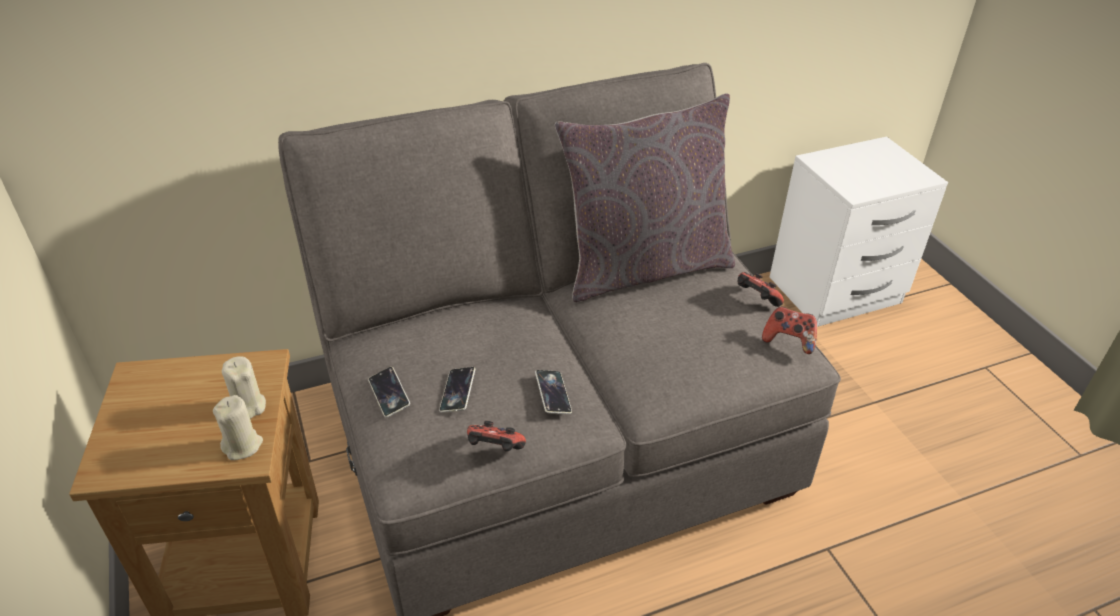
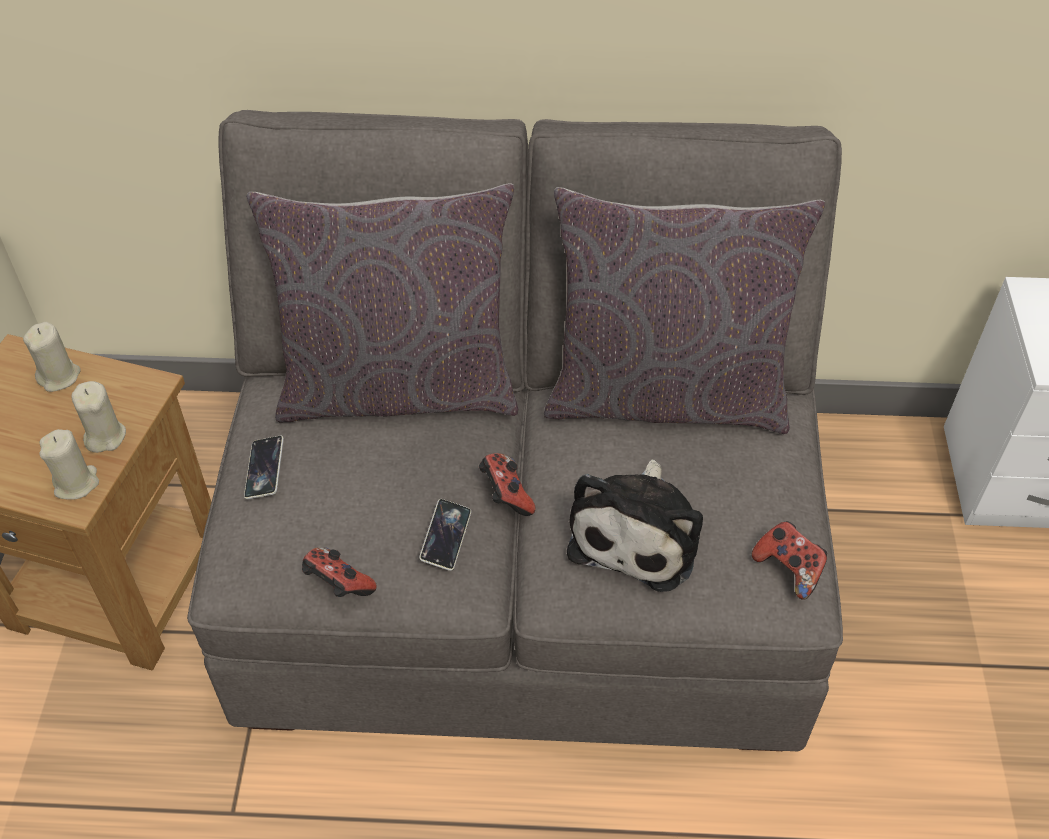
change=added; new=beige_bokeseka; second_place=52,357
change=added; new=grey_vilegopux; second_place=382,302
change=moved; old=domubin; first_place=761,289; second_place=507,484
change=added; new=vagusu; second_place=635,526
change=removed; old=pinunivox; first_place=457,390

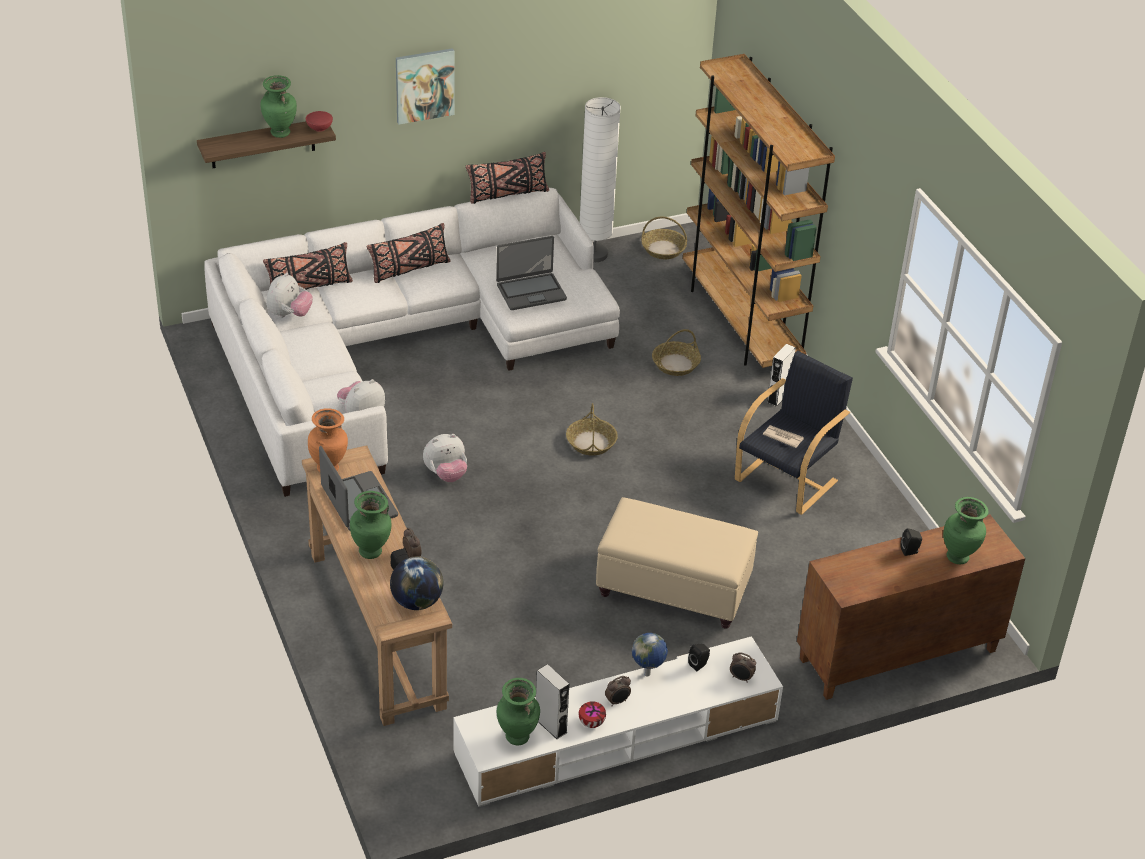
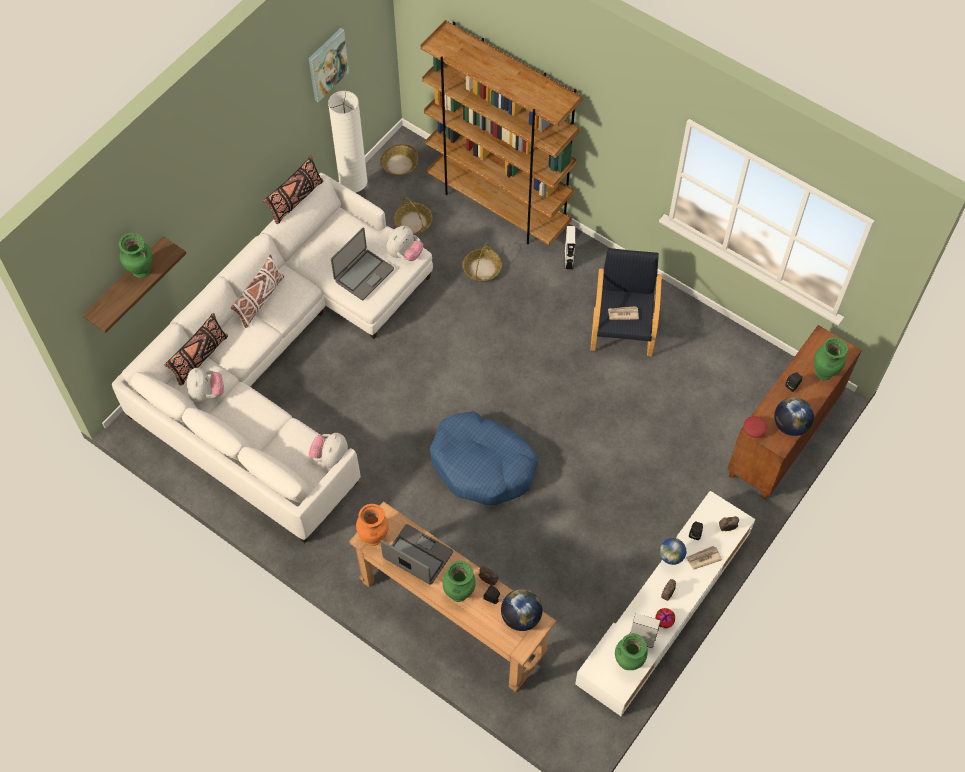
change=recoloured; old=black_vilegopux; new=white_vilegopux; first_place=408,253; second_place=257,291
change=moved; old=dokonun; first_place=425,86; second_place=329,65
change=moved; old=vagusu; first_place=445,458; second_place=404,243
change=moved; old=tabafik; first_place=592,429; second_place=413,216
change=added; new=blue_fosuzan; second_place=483,458
change=added; new=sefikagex; second_place=704,558
change=moved; old=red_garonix; first_place=319,121; second_place=755,427
change=added; new=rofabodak; second_place=794,416
change=removed; old=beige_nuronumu; first_place=677,563

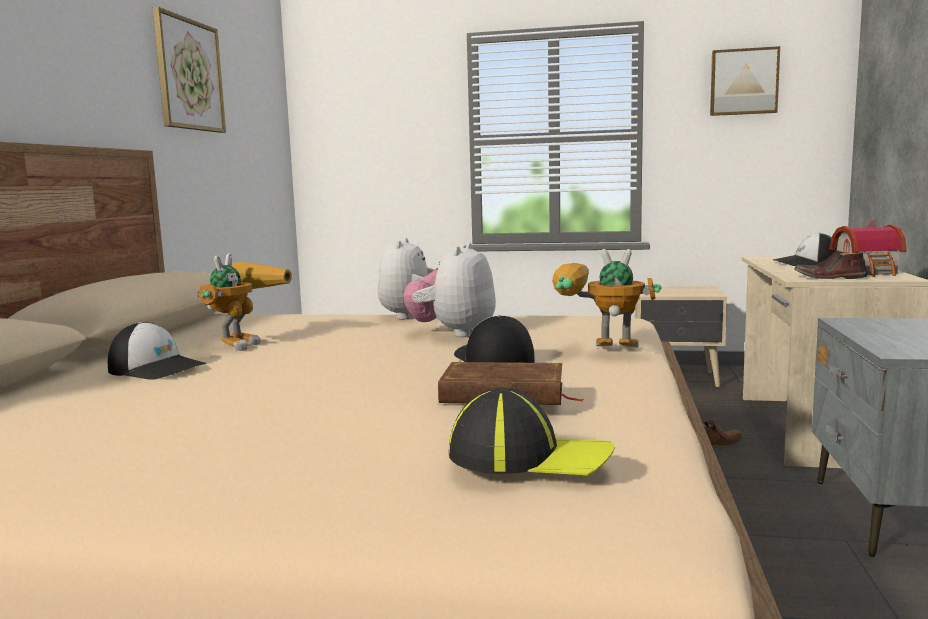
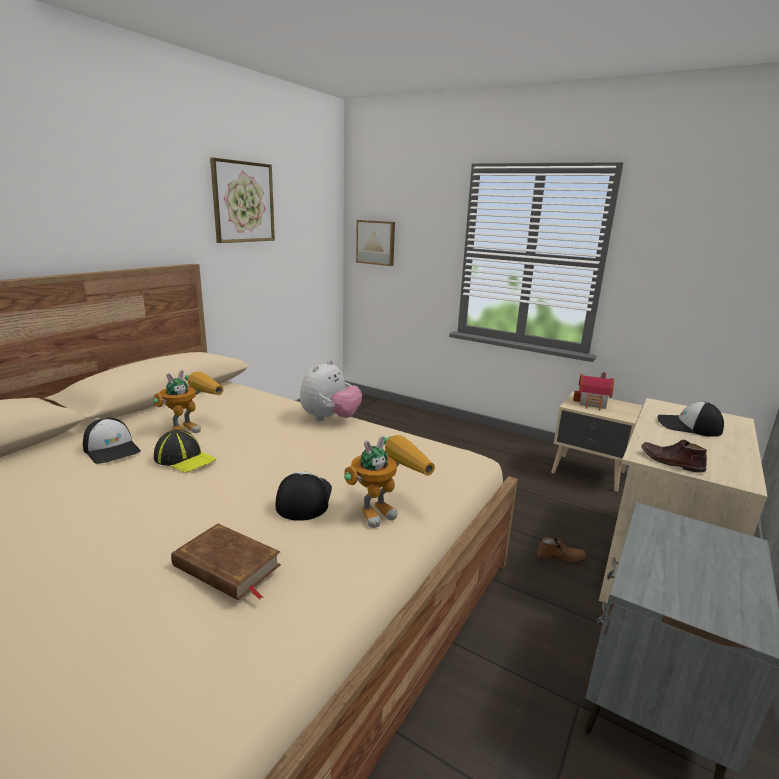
change=moved; old=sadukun; first_place=532,431; second_place=185,451
change=turned; old=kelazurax; first_place=607,298; second_place=389,481; degrees=105
change=moved; old=dokonun; first_place=745,81; second_place=375,243
change=moved; old=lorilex; first_place=868,248; second_place=593,391
change=removed; old=vagusu; first_place=449,290

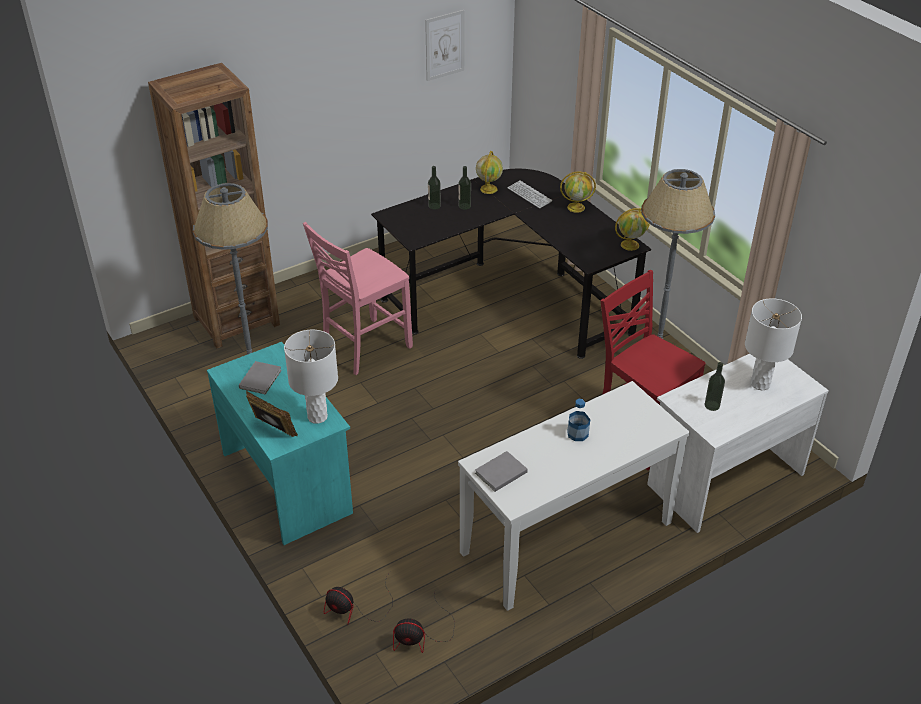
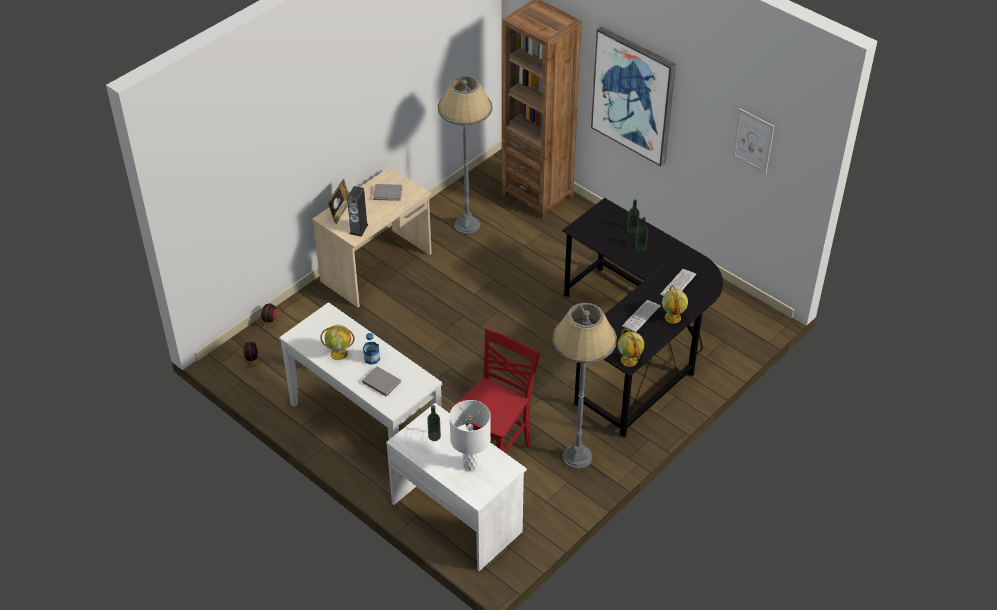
change=recoloured; old=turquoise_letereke; new=beige_letereke; first_place=280,443; second_place=372,237
change=moved; old=rofabodak; first_place=489,172; second_place=337,342
change=replaced; old=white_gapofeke; new=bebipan; first_place=311,377; second_place=357,211
change=moved; old=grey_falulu; first_place=501,471; second_place=381,381
change=added; new=dokonun; second_place=633,96
change=added; new=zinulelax; second_place=641,316
change=removed; old=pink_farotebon; first_place=358,298

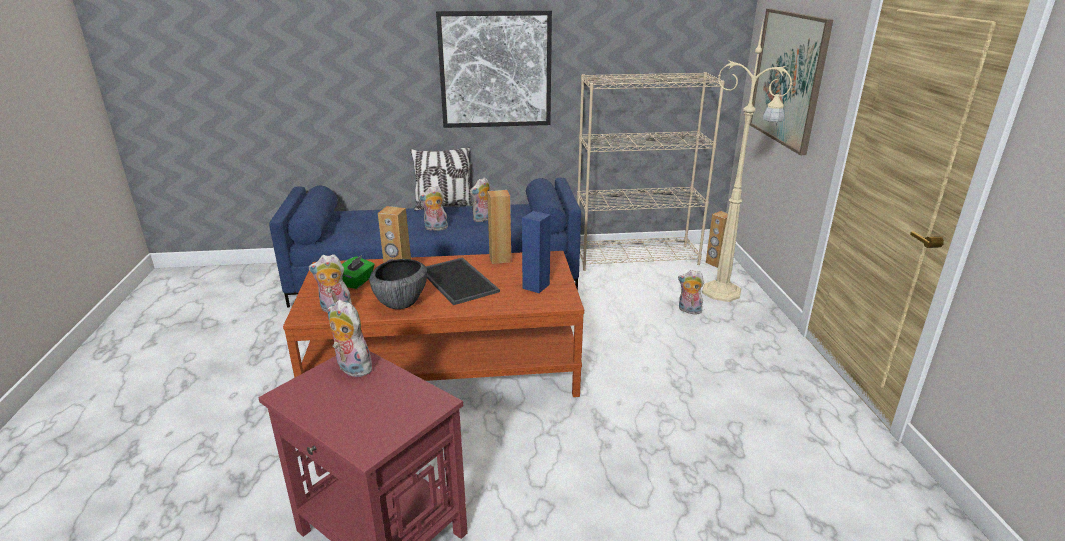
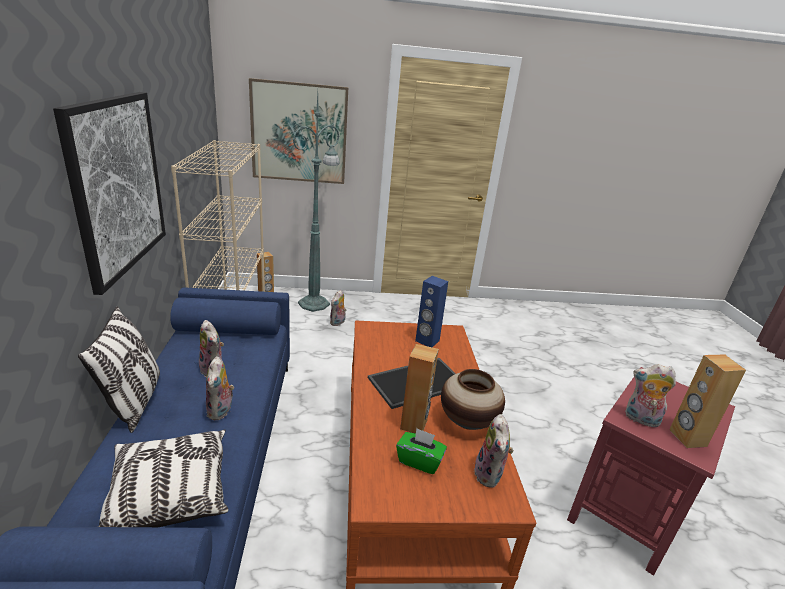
change=added; new=vilegopux; second_place=163,478
change=recoloured; old=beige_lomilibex; new=green_lomilibex; first_place=747,160; second_place=316,203
change=replaced; old=garonix; new=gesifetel; first_place=398,284; second_place=473,399
change=turned; old=vagusu; first_place=350,338; second_place=650,395; degrees=75
change=moved; old=brown_bebipan; first_place=499,227; second_place=707,401

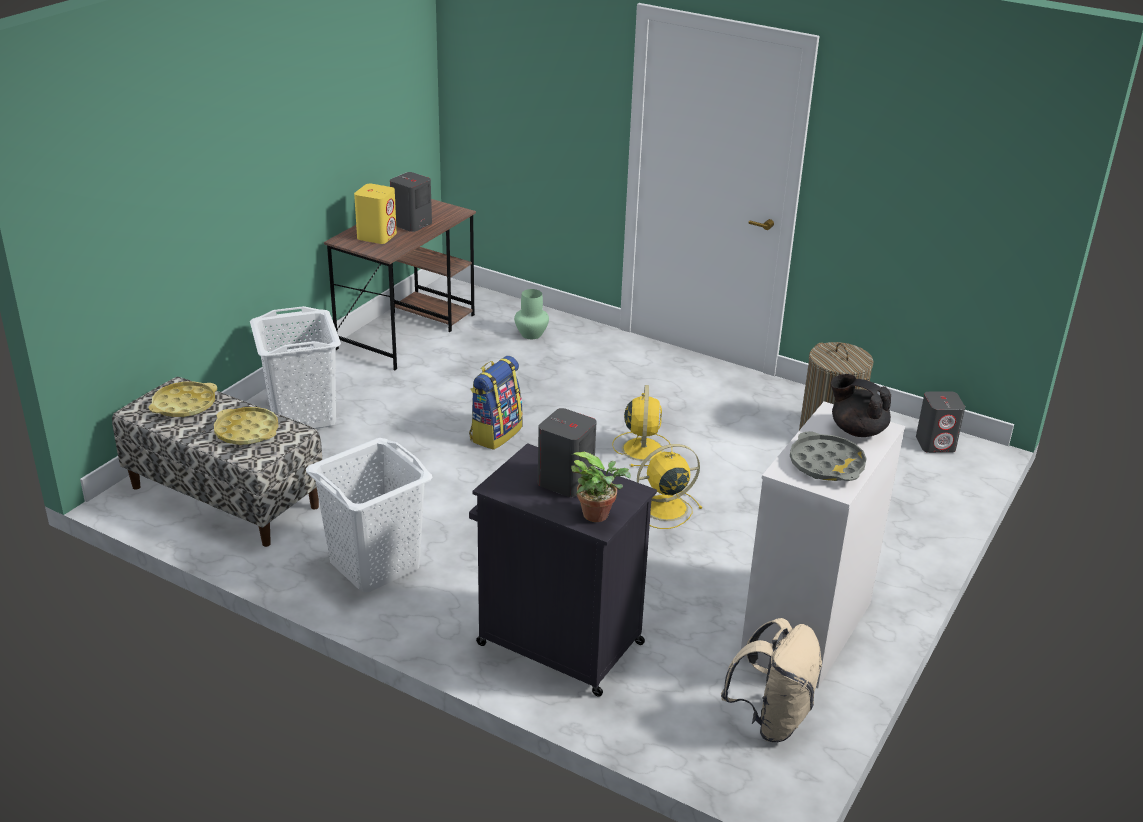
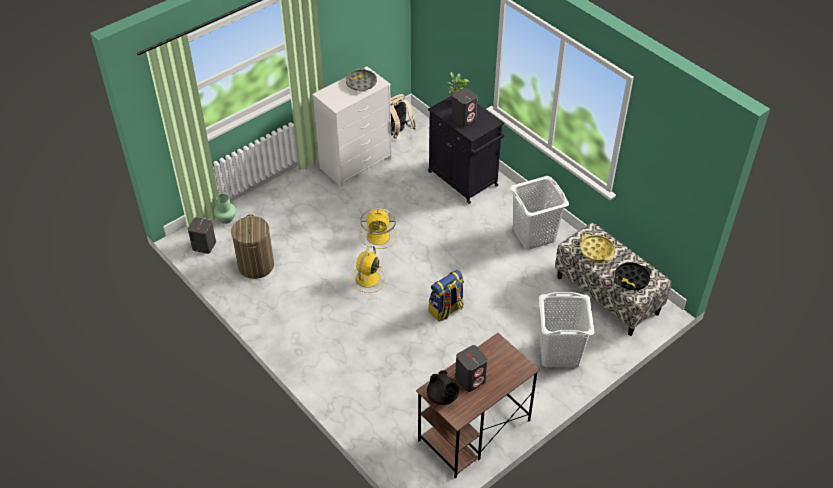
change=moved; old=green_gesifetel; first_place=531,314; second_place=225,209
change=moved; old=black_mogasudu; first_place=861,405; second_place=443,387
change=recoloured; old=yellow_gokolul; new=black_gokolul; first_place=183,399; second_place=632,276
change=removed; old=yellow_bebipan; first_place=375,214

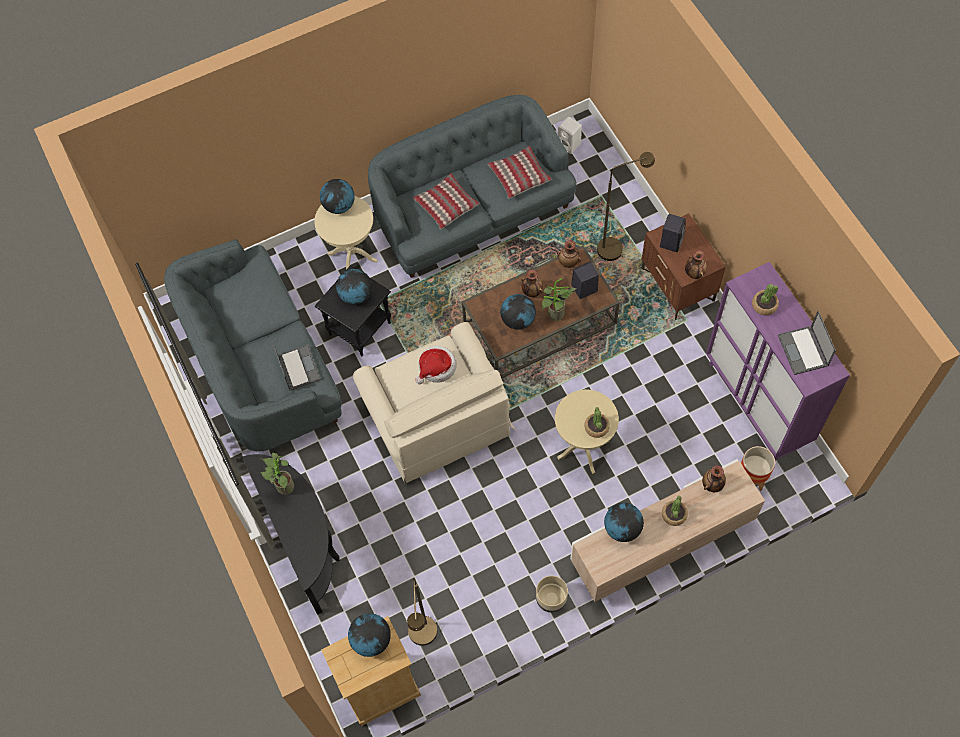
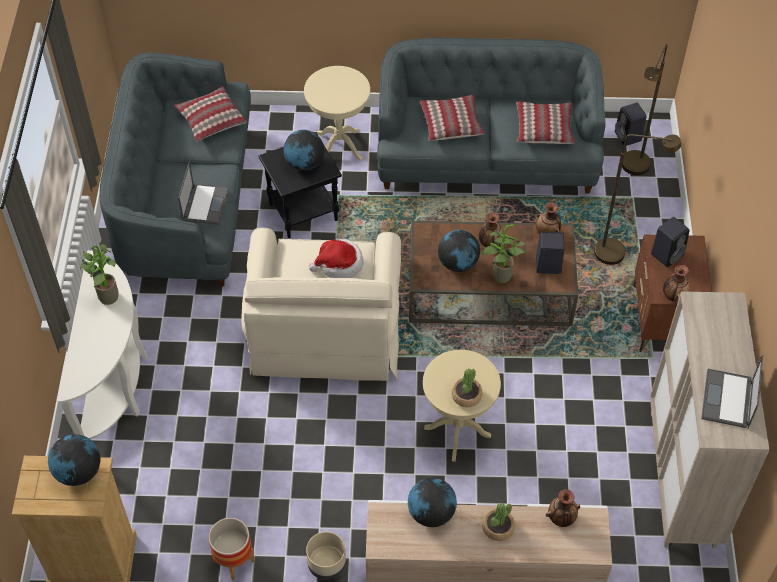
change=recoloured; old=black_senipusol; new=white_senipusol; first_place=291,534; second_place=103,344
change=added; new=vilegopux; second_place=211,114
change=moved; old=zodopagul; first_place=758,468; second_place=232,549
change=recoloured; old=white_bebipan; new=black_bebipan; first_place=569,135; second_place=631,124
change=moved; old=brown_lomilibex; first_place=422,612; second_place=645,109
change=recoloured; old=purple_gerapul; new=beige_gerapul; first_place=778,361; second_place=709,420
change=removed; old=rofabodak; first_place=337,196
change=removed; old=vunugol; first_place=765,299

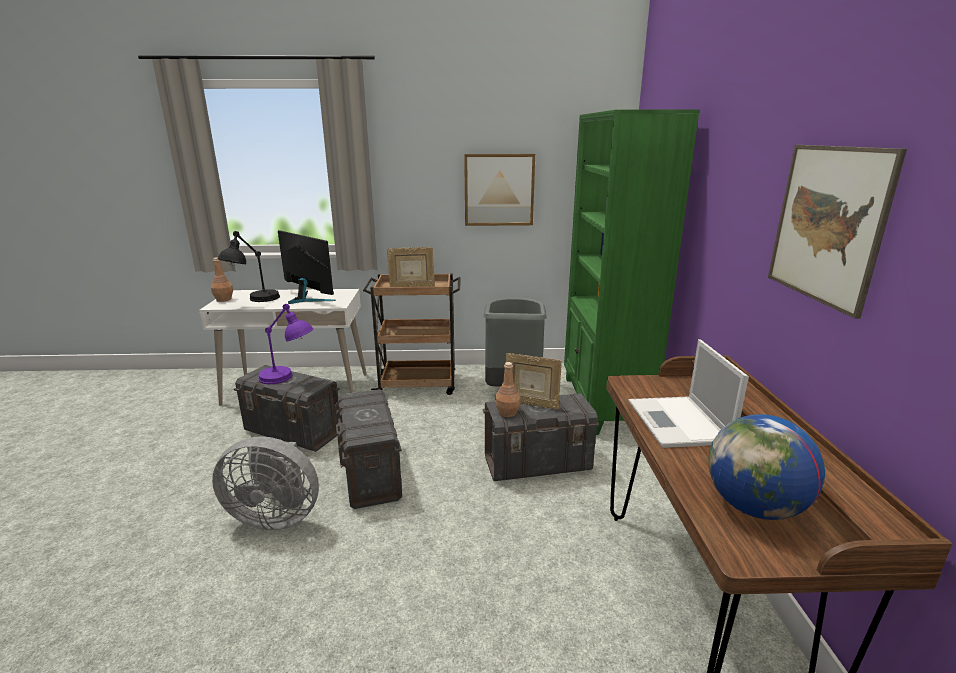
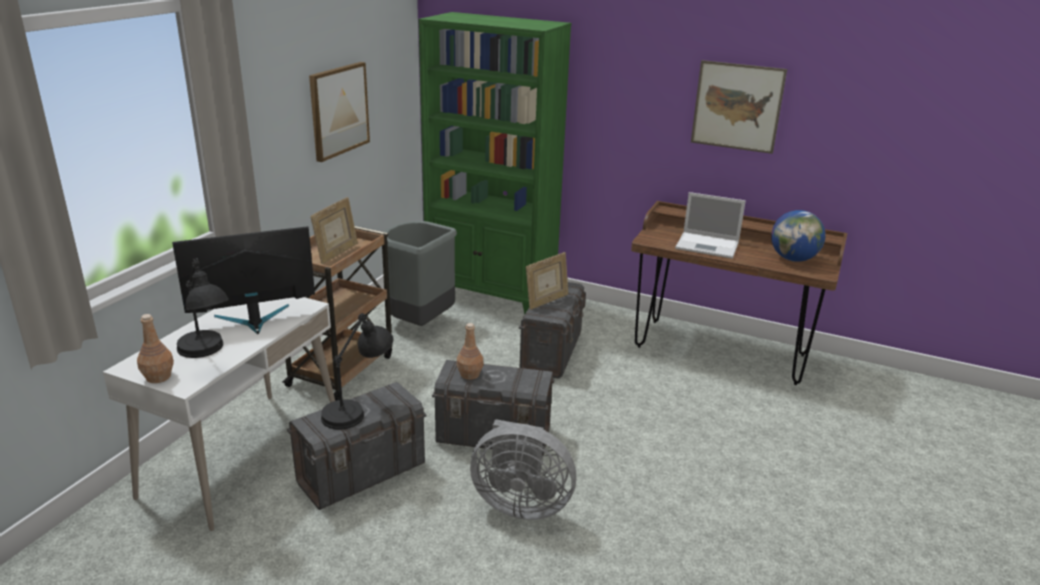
change=recoloured; old=purple_gapofeke; new=black_gapofeke; first_place=286,344; second_place=357,371
change=moved; old=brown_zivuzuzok; first_place=508,389; second_place=470,351
change=turned; old=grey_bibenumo; first_place=265,483; second_place=523,469; degrees=75

